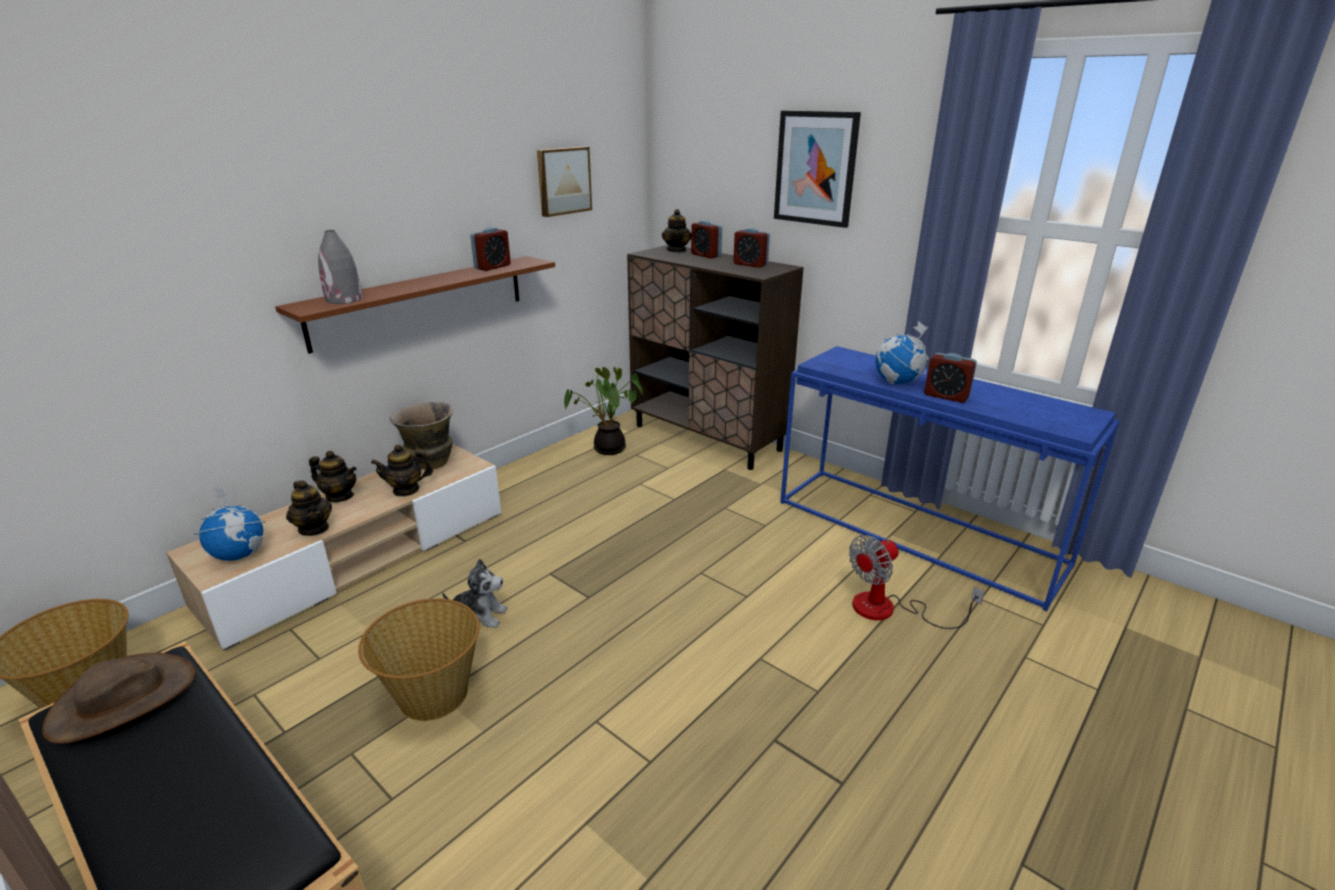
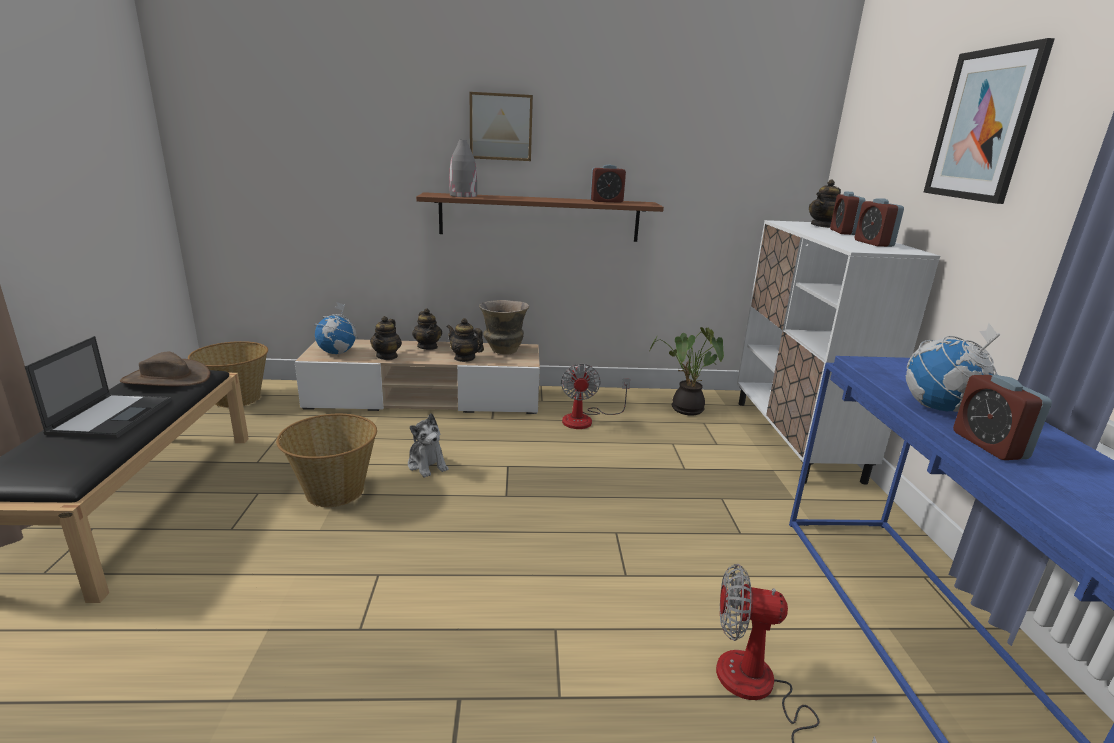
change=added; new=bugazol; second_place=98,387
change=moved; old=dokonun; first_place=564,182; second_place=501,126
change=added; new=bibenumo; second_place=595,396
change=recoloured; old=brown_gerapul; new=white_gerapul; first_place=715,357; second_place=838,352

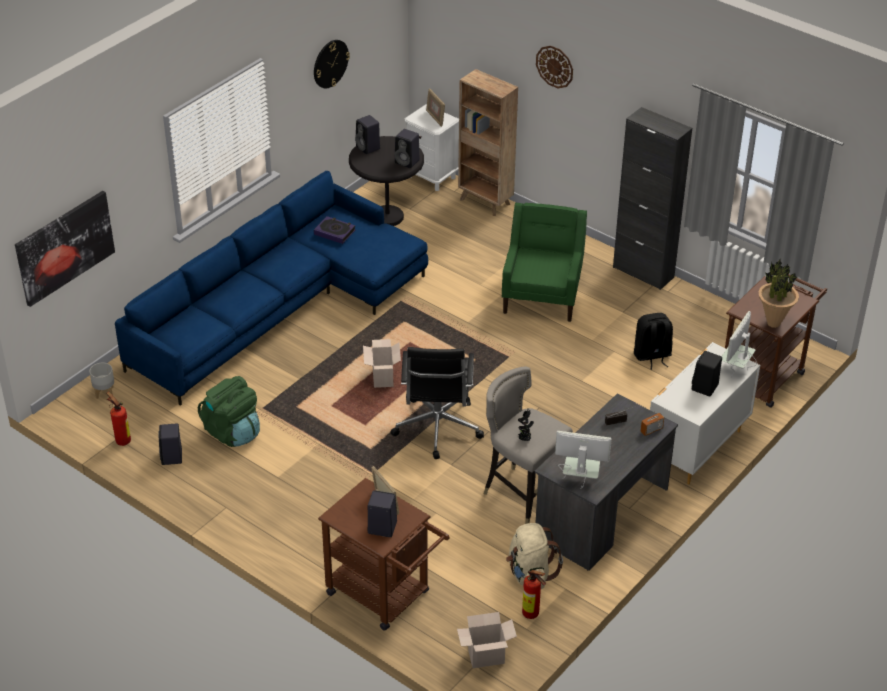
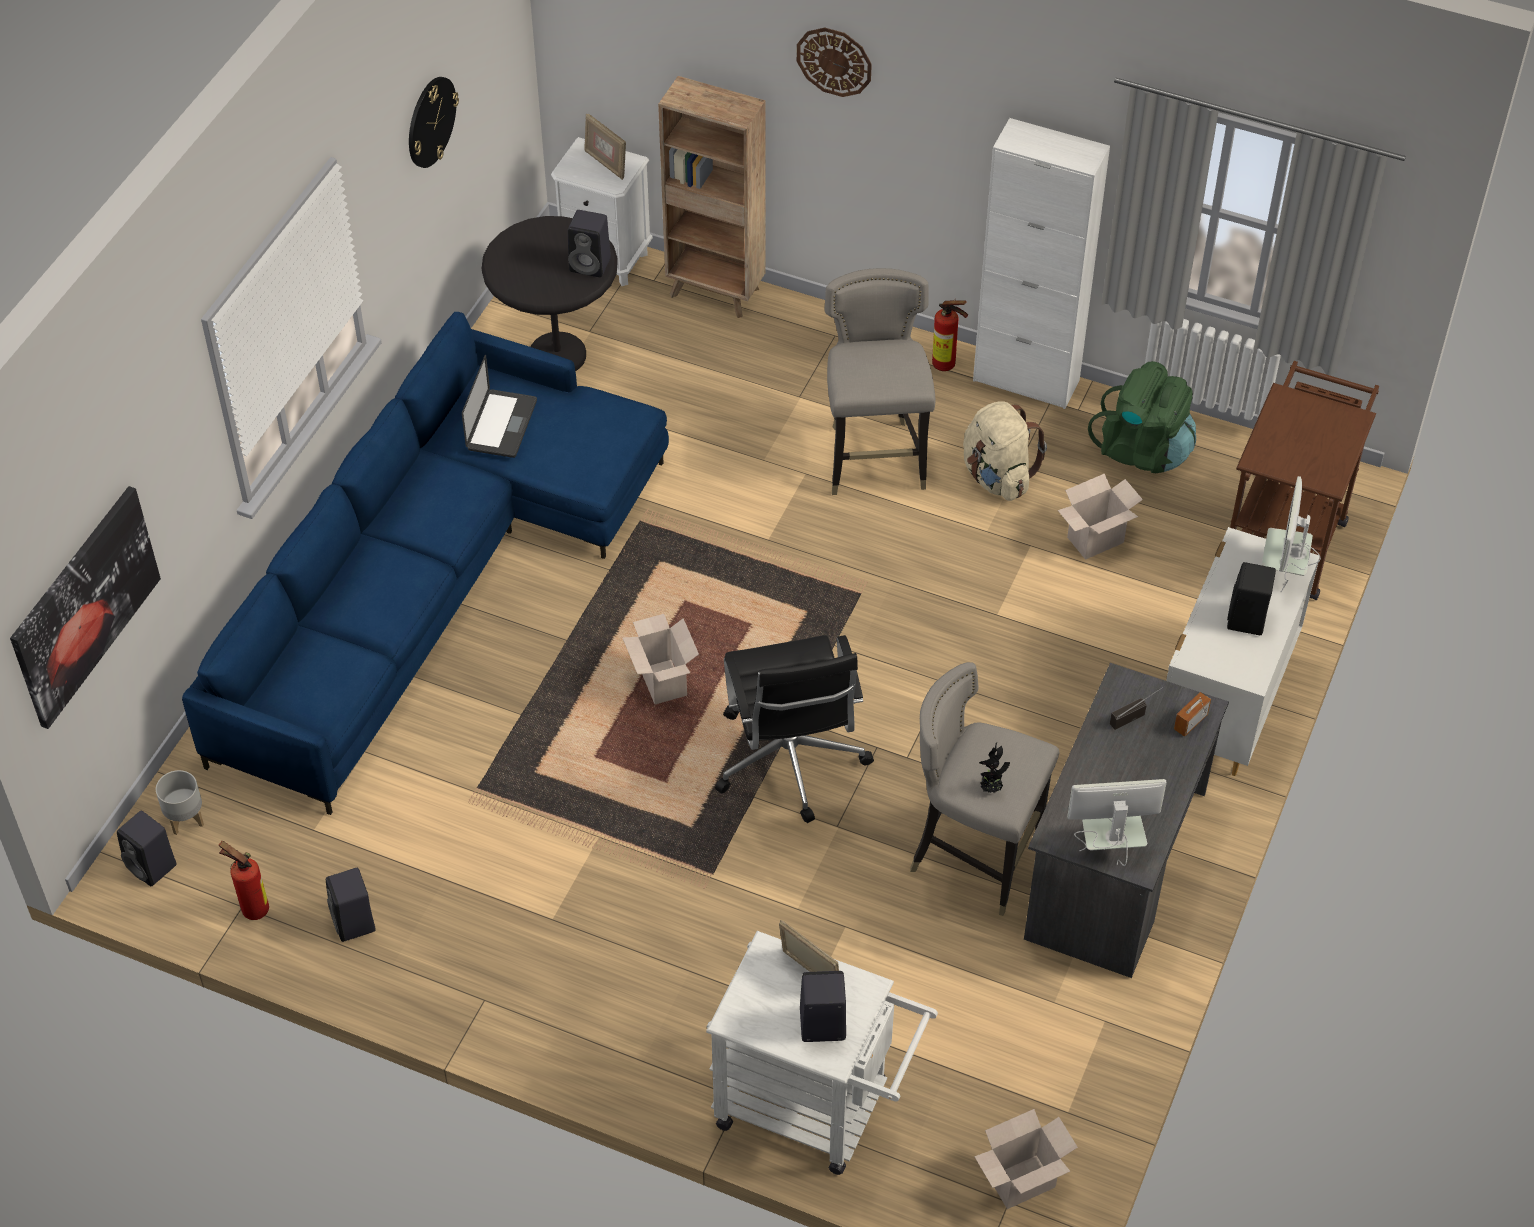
change=moved; old=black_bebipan; first_place=367,134; second_place=147,849
change=replaced; old=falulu; new=bugazol; first_place=335,230; second_place=499,406
change=recoloured; old=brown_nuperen; new=white_nuperen; first_place=384,554; second_place=822,1053
change=replaced; old=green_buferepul; new=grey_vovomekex; first_place=544,262; second_place=879,381
change=moved; old=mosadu; first_place=534,594; second_place=950,335
change=moved; old=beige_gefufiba; first_place=534,556; second_place=1005,451
change=recoloured; old=black_gerapul; new=white_gerapul; first_place=652,198; second_place=1041,263
change=replaced; old=black_gefufiba; new=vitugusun; first_place=653,341; second_place=1100,517
change=moved; old=green_gefufiba; first_place=229,411; second_place=1142,417
change=removed; old=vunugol; first_place=779,293

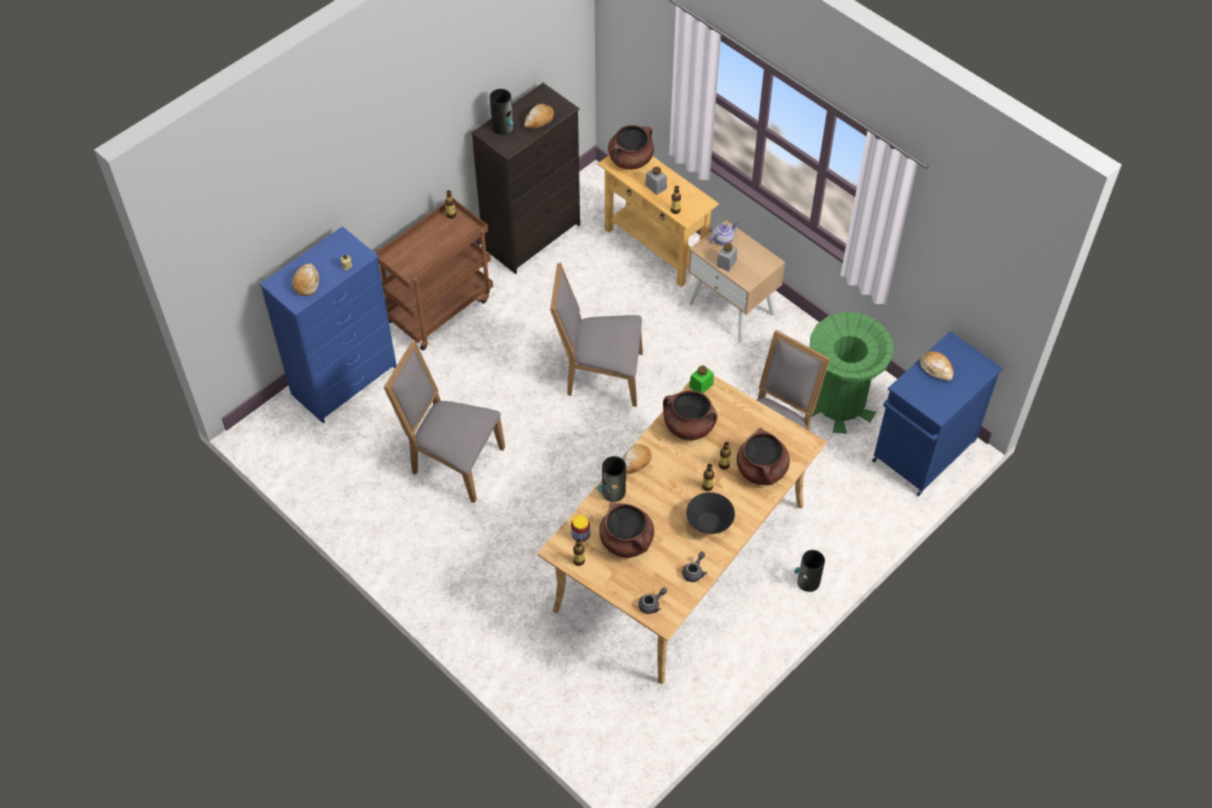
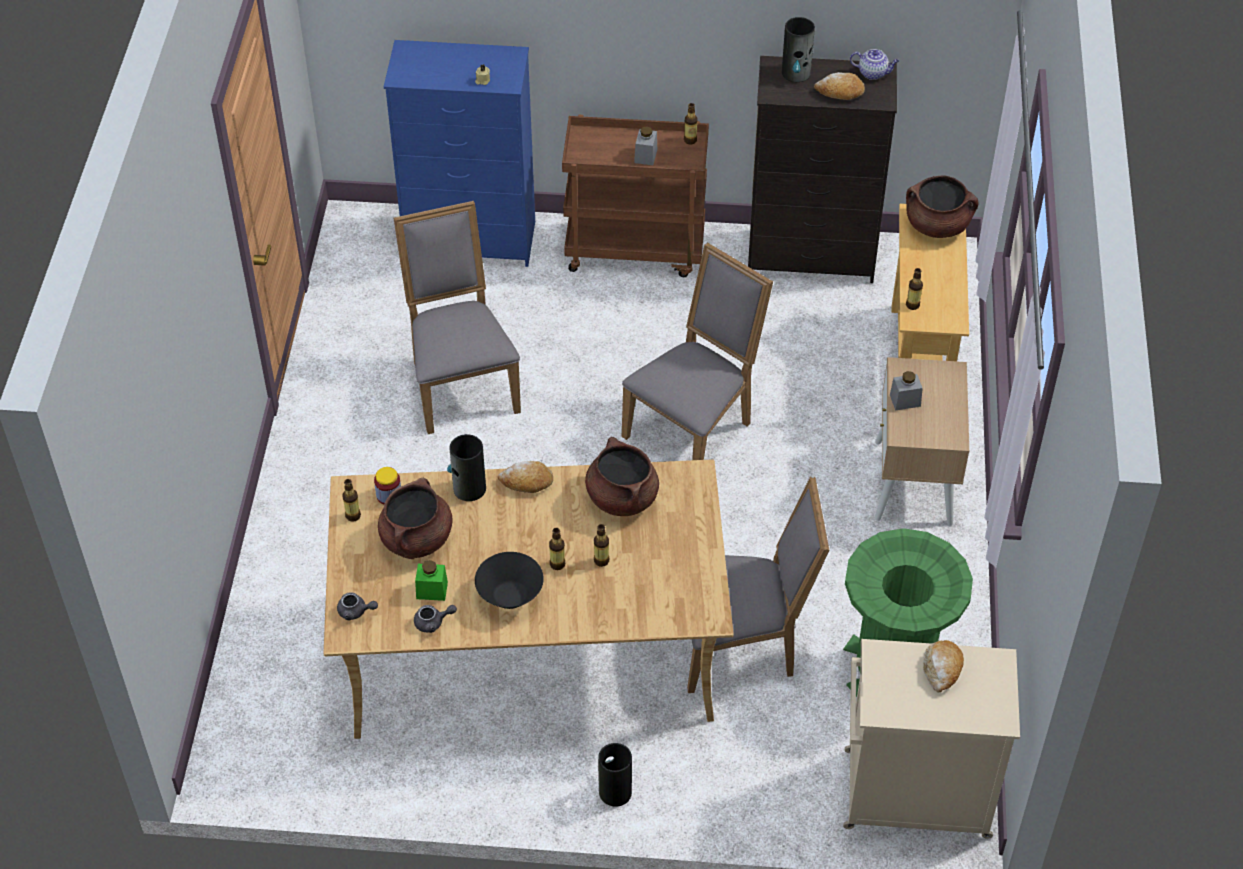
change=moved; old=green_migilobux; first_place=701,379; second_place=431,580
change=turned; old=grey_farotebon; first_place=596,334; second_place=697,351; degrees=75
change=moved; old=grey_migilobux; first_place=656,181; second_place=645,145
change=recoloured; old=blue_gerapul; new=beige_gerapul; first_place=937,413; second_place=931,739
change=moved; old=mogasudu; first_place=723,233; second_place=874,64
change=removed; old=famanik; first_place=305,279
change=removed; old=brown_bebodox; first_place=763,456

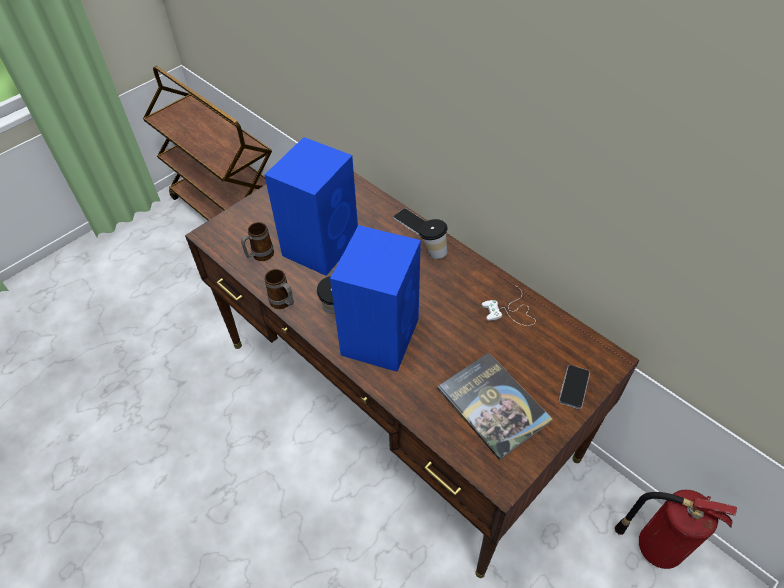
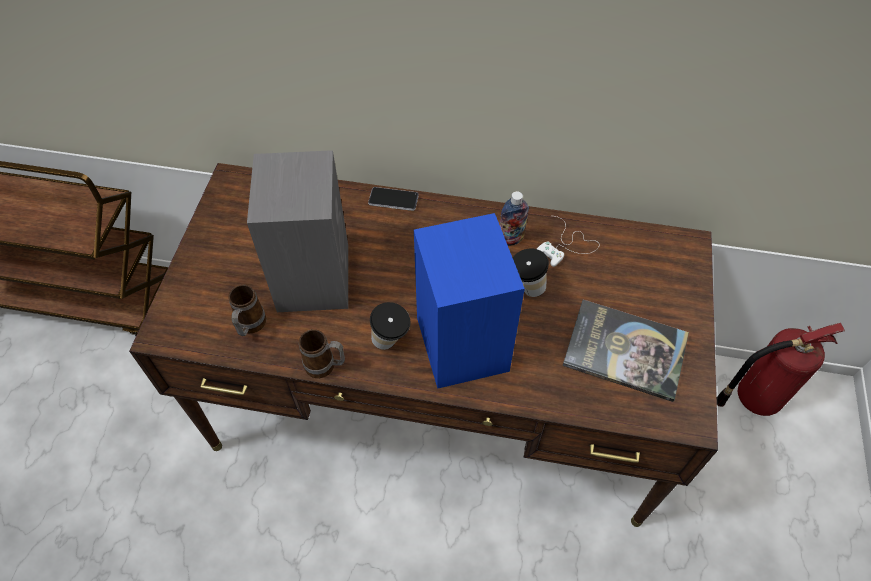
change=recoloured; old=blue_bebipan; new=grey_bebipan; first_place=311,206; second_place=297,231
change=added; new=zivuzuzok; second_place=514,218
change=moved; old=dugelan; first_place=432,239; second_place=531,272
change=removed; old=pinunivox; first_place=574,387

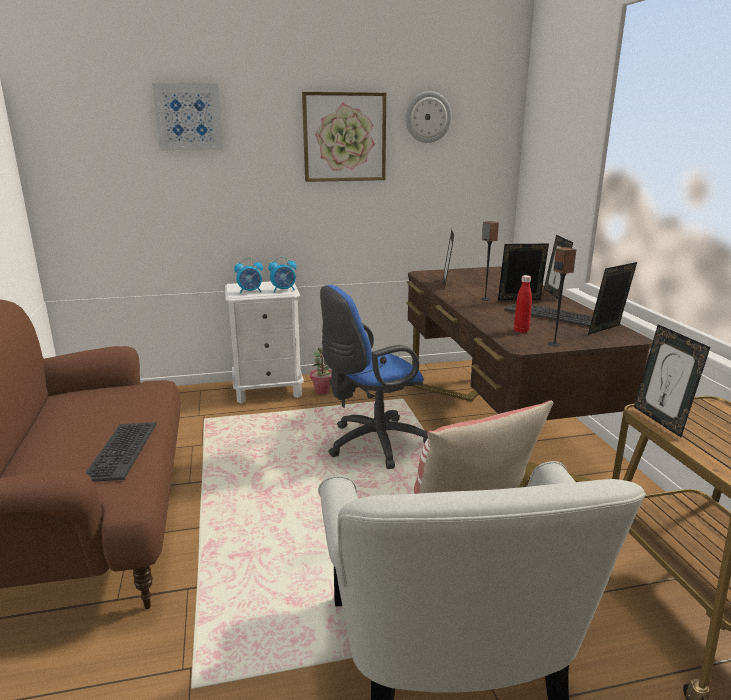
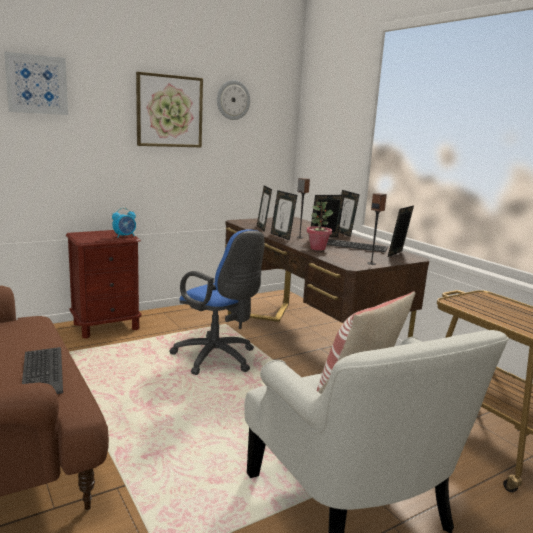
change=recoloured; old=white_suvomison; new=brown_suvomison; first_place=264,342; second_place=104,284
change=turned; old=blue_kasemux; first_place=374,377; second_place=217,302; degrees=-90
change=moved; old=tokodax; first_place=672,380; second_place=283,215
change=moved; old=vunugol; first_place=321,371; second_place=320,226
change=removed; old=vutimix; first_place=248,276
change=removed; old=red_zivuzuzok; first_place=523,304

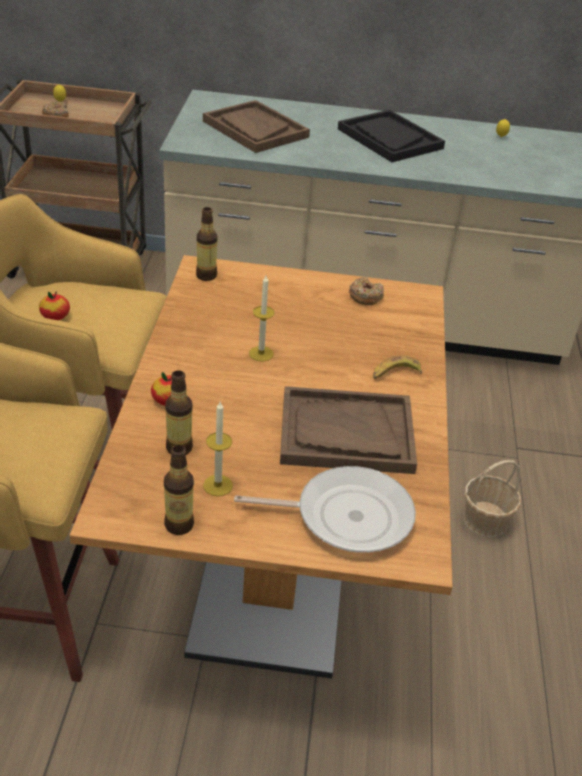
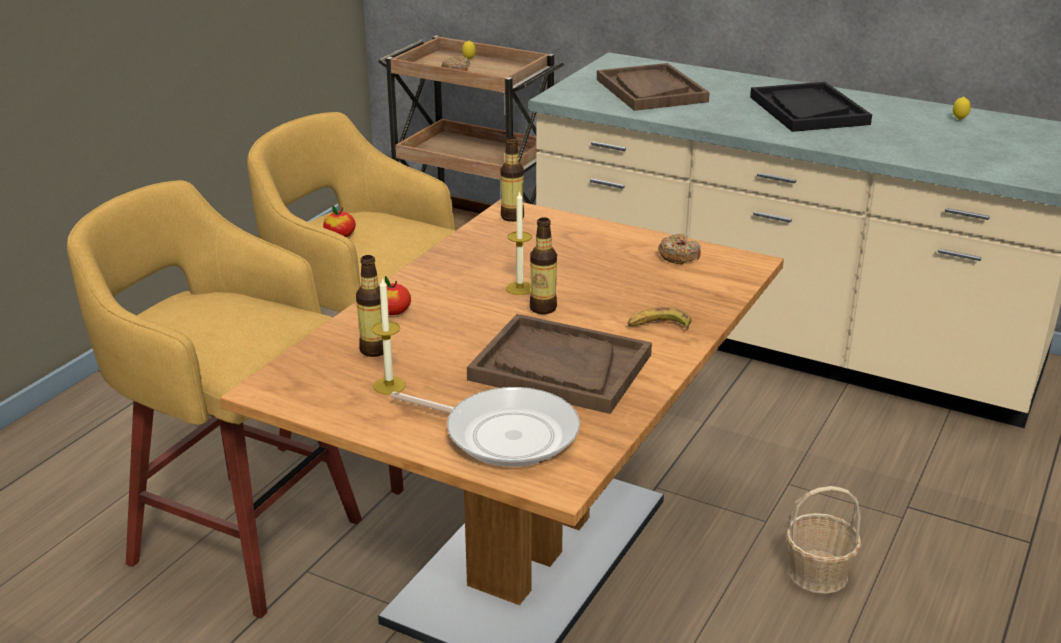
change=moved; old=zivuzuzok; first_place=179,490; second_place=543,265

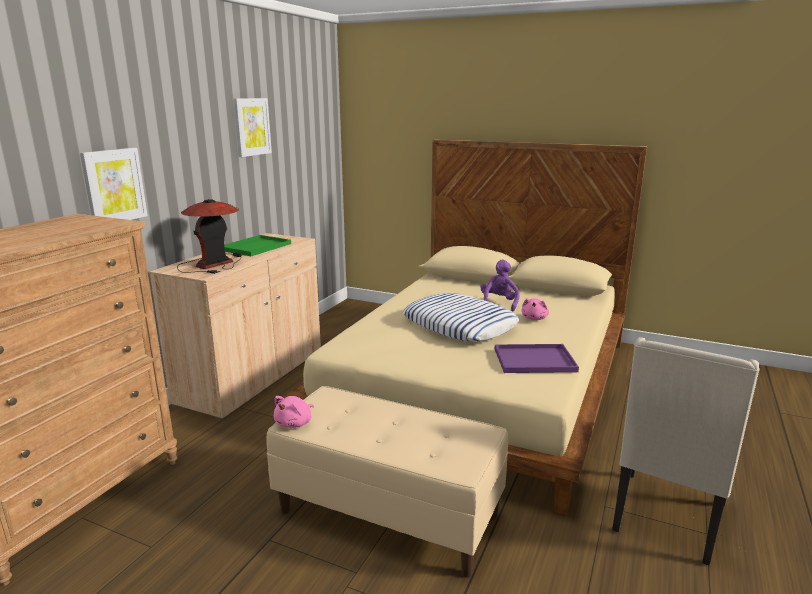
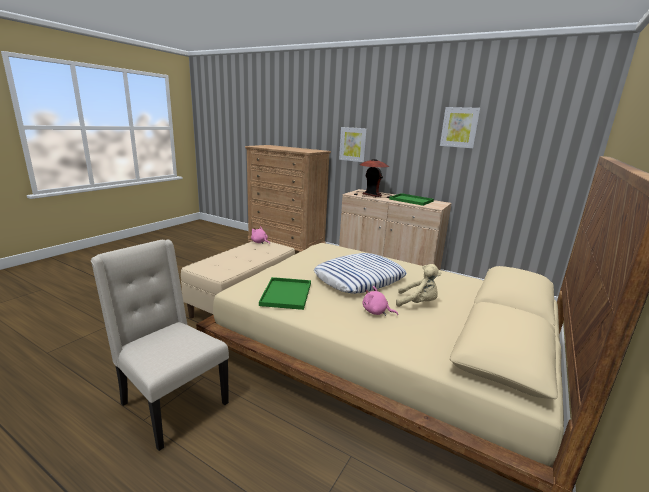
change=recoloured; old=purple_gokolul; new=green_gokolul; first_place=537,358; second_place=285,293
change=recoloured; old=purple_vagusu; new=beige_vagusu; first_place=500,285; second_place=418,285

